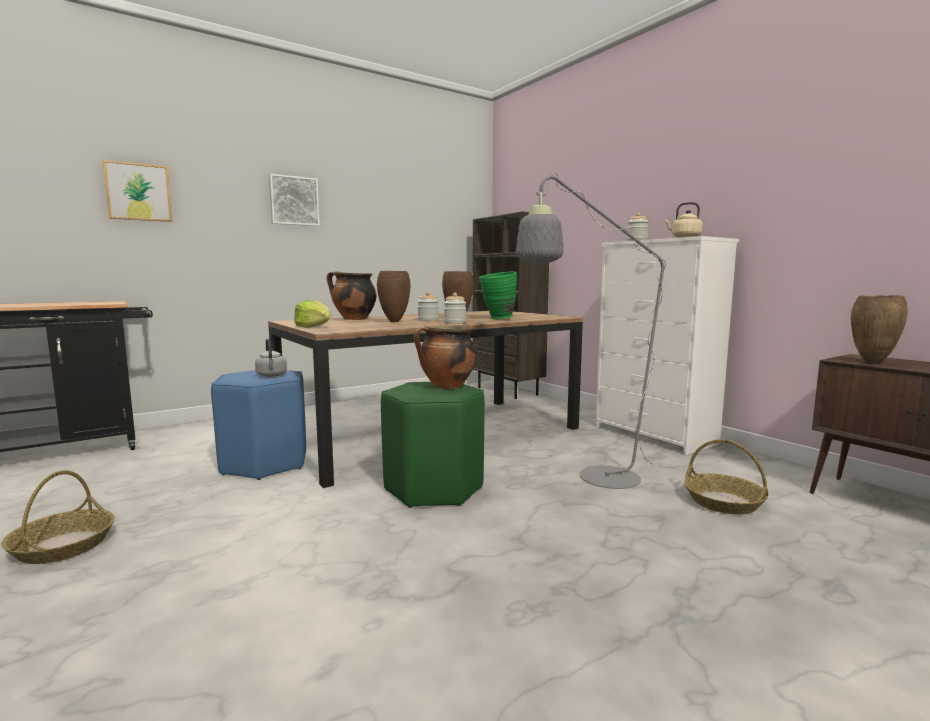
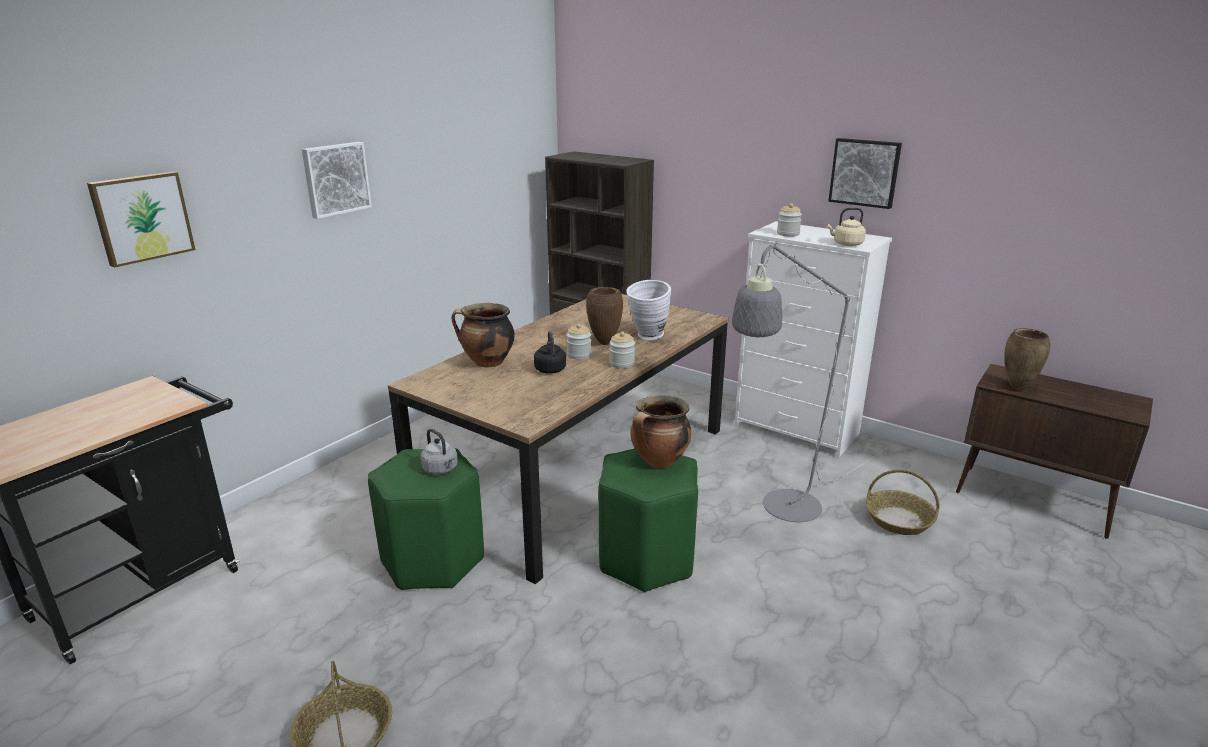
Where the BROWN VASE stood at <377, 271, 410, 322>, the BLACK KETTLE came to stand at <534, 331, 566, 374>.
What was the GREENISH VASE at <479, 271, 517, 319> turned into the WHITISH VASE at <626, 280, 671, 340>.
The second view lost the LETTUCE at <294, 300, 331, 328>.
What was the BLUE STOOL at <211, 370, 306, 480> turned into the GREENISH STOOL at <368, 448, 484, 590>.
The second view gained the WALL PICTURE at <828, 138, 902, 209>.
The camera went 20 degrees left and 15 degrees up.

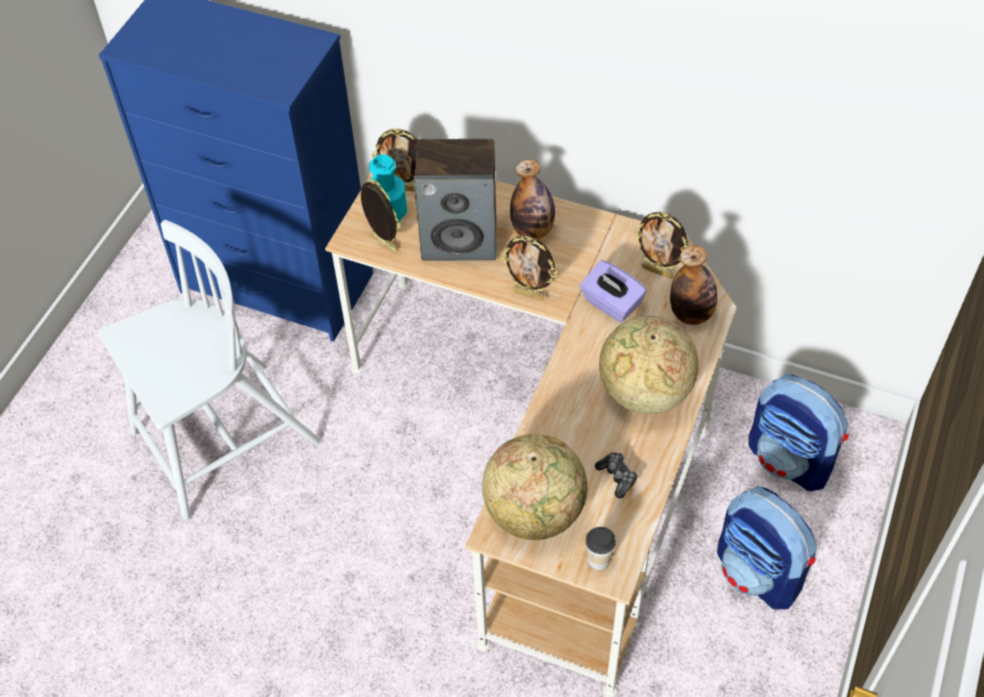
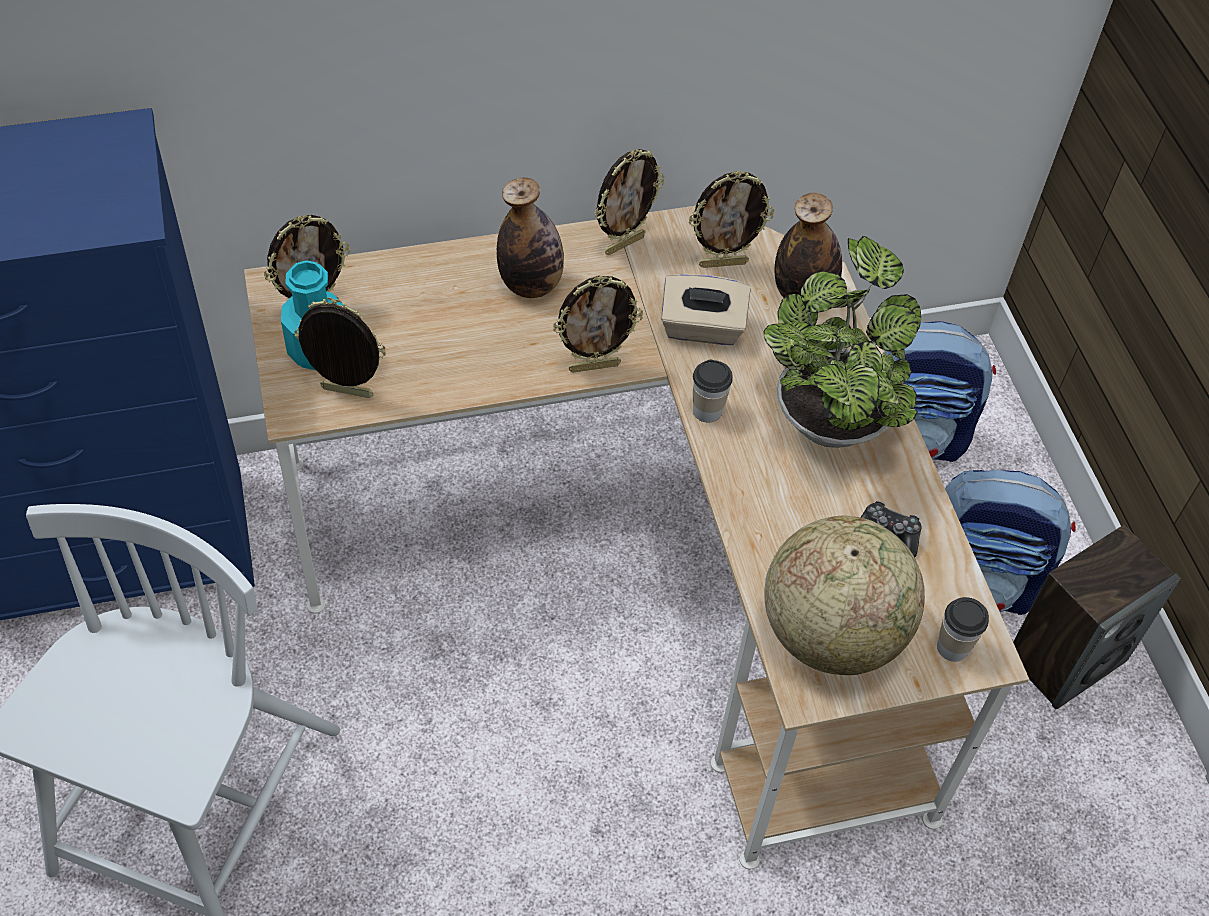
The AUDIO SPEAKER ended up elsewhere, having gone from <414, 139, 496, 261> to <1013, 525, 1181, 710>.
What was the PURPLE-COLOURED TISSUE HOLDER at <580, 260, 647, 322> turned into the BEIGE TISSUE HOLDER at <661, 274, 751, 345>.
Where the WORLD GLOBE stood at <599, 316, 699, 414>, the HOUSEPLANT came to stand at <764, 236, 921, 448>.
The second view gained the STANDING FRAME at <594, 149, 664, 255>.
The second view gained the DRINKING CUP at <693, 360, 733, 422>.
The camera went 40 degrees left and 0 degrees up.

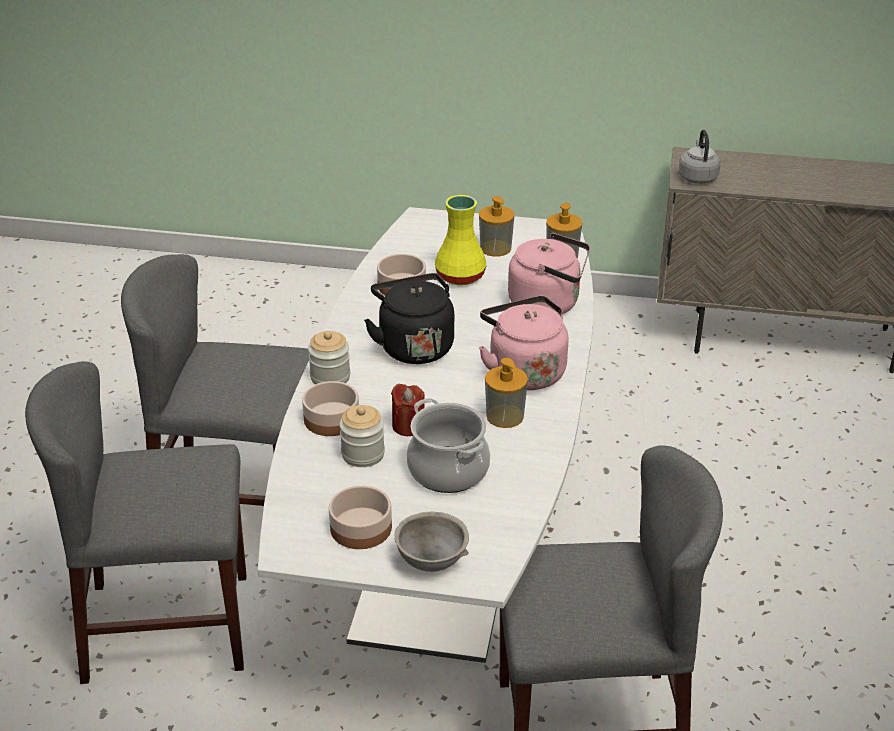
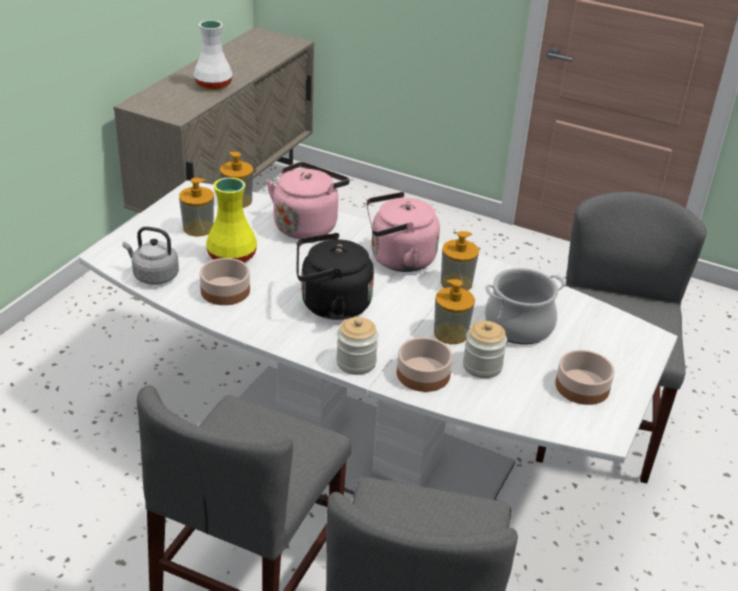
The GRAY KETTLE ended up elsewhere, having gone from <679, 130, 721, 184> to <123, 226, 179, 285>.
Where the RED-COLOURED WAX LIGHT stood at <391, 384, 425, 436>, the LIQUID SOAP BOTTLE came to stand at <434, 279, 475, 344>.
The second view lost the GRAY BOWL at <395, 512, 469, 572>.
The second view gained the WHITISH VASE at <193, 20, 233, 90>.
The camera went 75 degrees left and 0 degrees up.

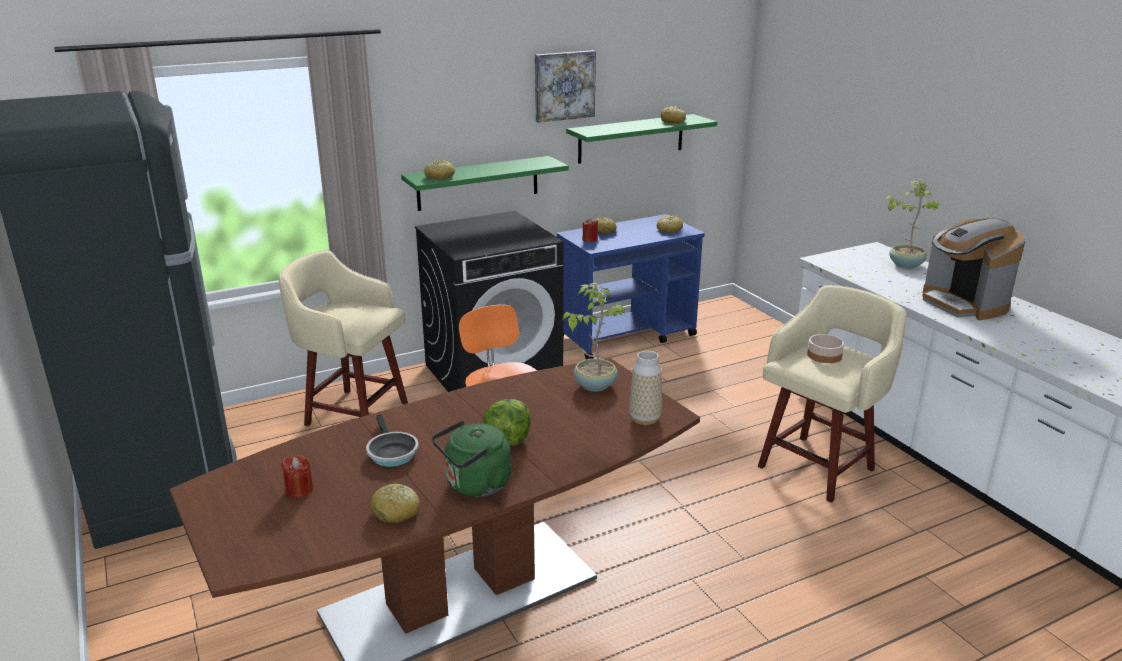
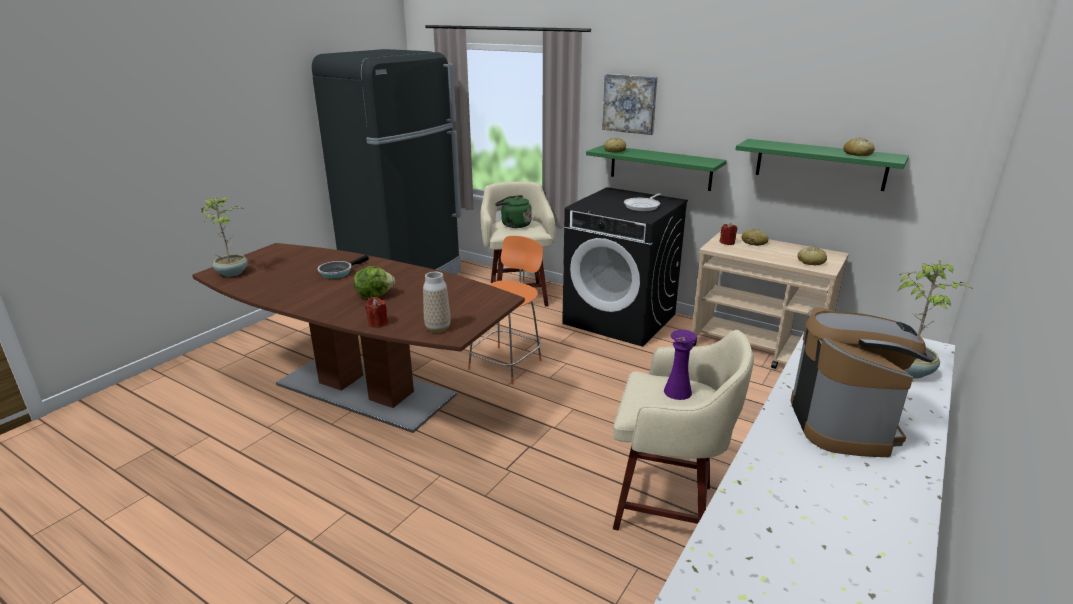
The WALL PICTURE ended up elsewhere, having gone from <535, 50, 596, 123> to <602, 74, 658, 135>.
What was the BLUE CART at <557, 214, 705, 359> turned into the BEIGE CART at <692, 231, 849, 369>.
The COFFEE BREWER at <922, 218, 1026, 320> ended up facing another way, 150 degrees clockwise from before.
The HOUSEPLANT ended up elsewhere, having gone from <563, 283, 625, 392> to <201, 196, 248, 277>.
Where the BOWL stood at <807, 334, 844, 363>, the PURPLE-COLOURED VASE came to stand at <664, 330, 697, 400>.
The GREENISH KETTLE ended up elsewhere, having gone from <432, 420, 511, 497> to <495, 195, 532, 228>.
The RED-COLOURED WAX LIGHT ended up elsewhere, having gone from <281, 455, 313, 498> to <365, 297, 388, 328>.
The second view lost the BAKED BREAD at <369, 484, 420, 523>.
The second view gained the FRYING PAN at <624, 193, 661, 211>.
The camera went 60 degrees right and 0 degrees up.

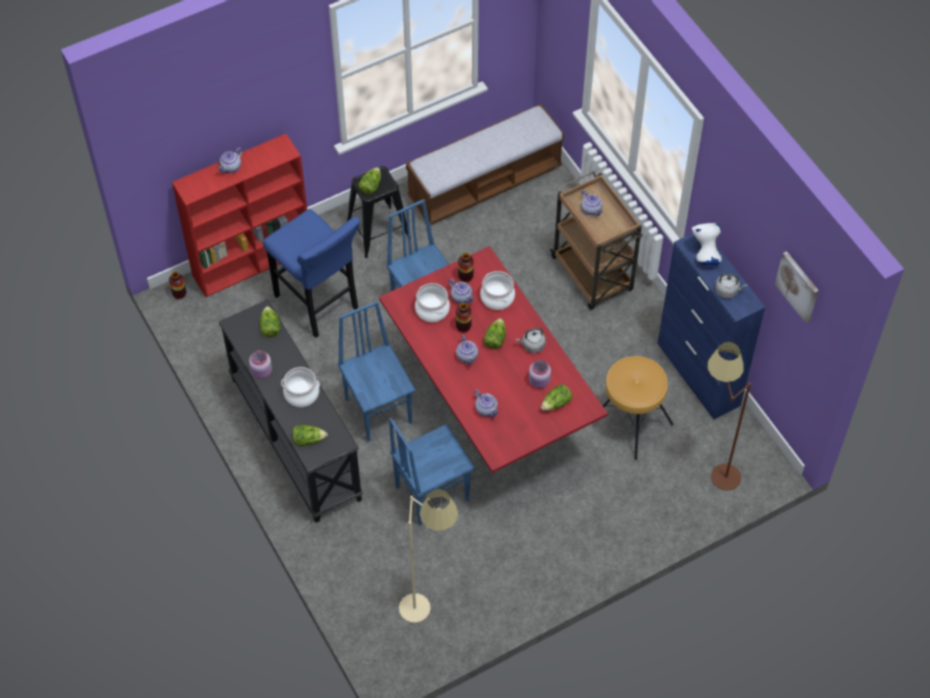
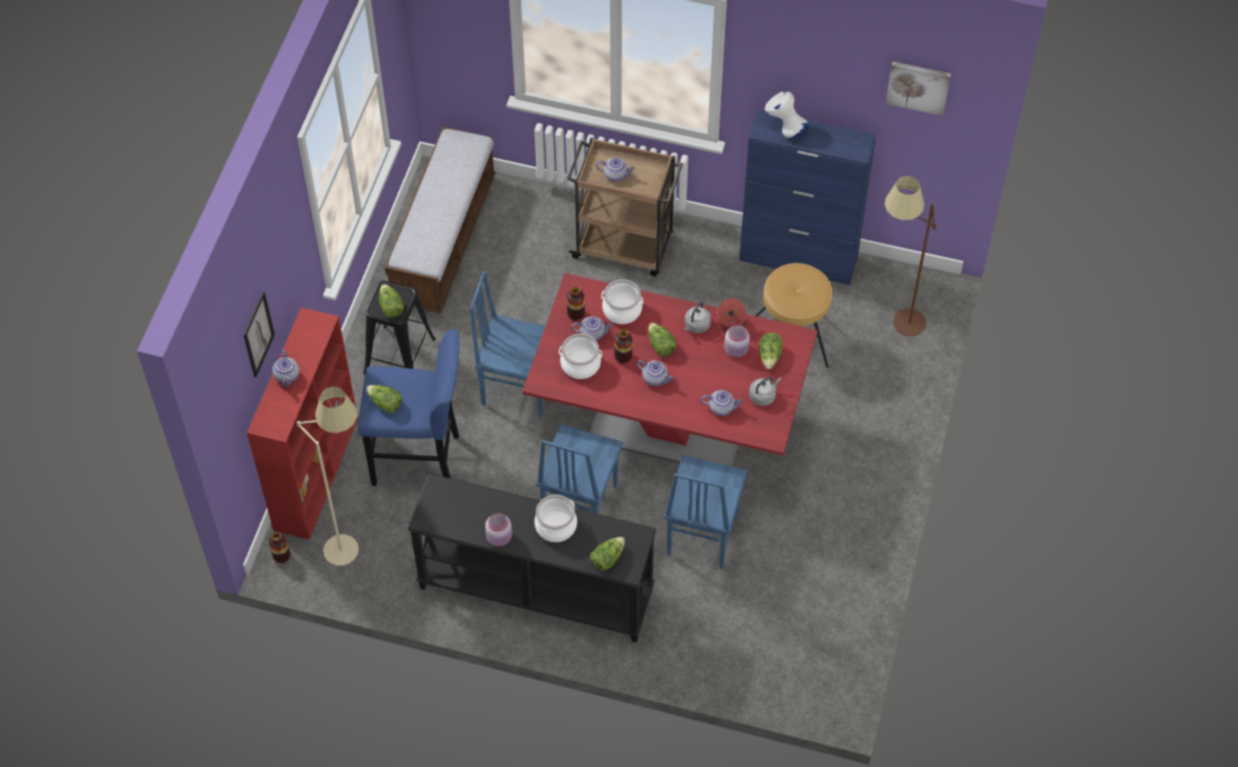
The GRAY KETTLE ended up elsewhere, having gone from <715, 274, 747, 298> to <749, 376, 782, 406>.
The BLUE UPRIGHT CHAIR at <337, 301, 416, 442> ended up facing another way, 90 degrees counterclockwise from before.
The LETTUCE ended up elsewhere, having gone from <260, 306, 281, 338> to <366, 385, 402, 413>.
The BEIGE STANDING LAMP ended up elsewhere, having gone from <399, 489, 458, 623> to <297, 387, 359, 566>.
The second view gained the WALL PICTURE at <243, 292, 275, 377>.
The second view gained the COOKING POT at <716, 298, 748, 333>.
The camera went 45 degrees left and 0 degrees up.

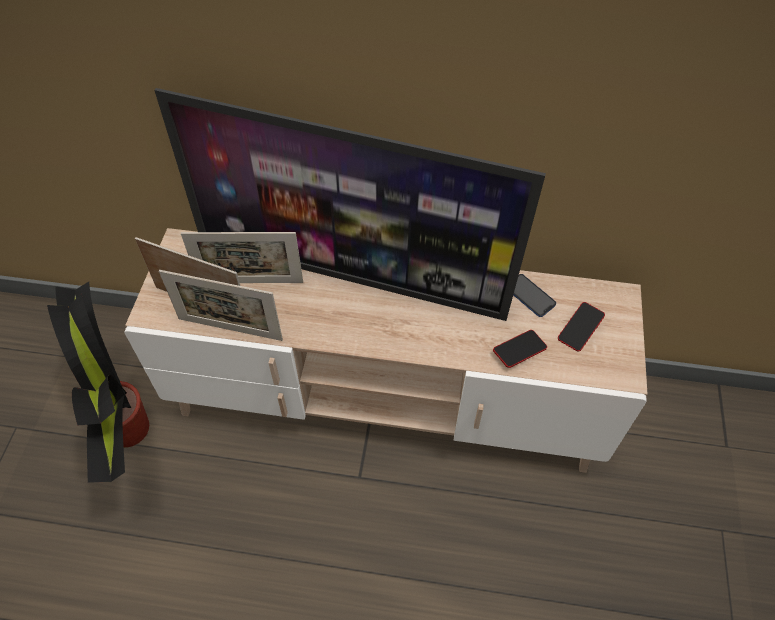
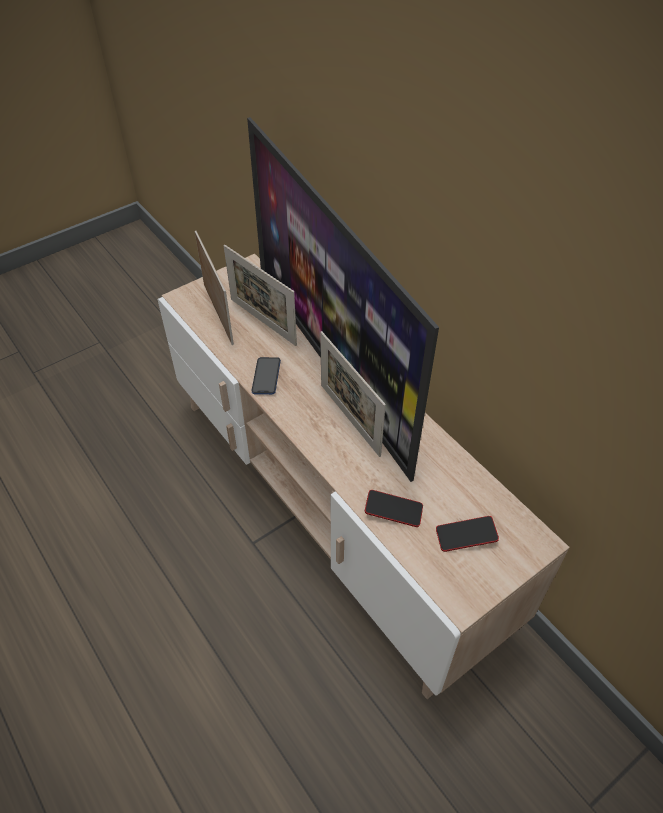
The STANDING FRAME ended up elsewhere, having gone from <159, 270, 283, 341> to <320, 331, 386, 457>.
The TELEPHONE ended up elsewhere, having gone from <513, 274, 556, 317> to <251, 357, 281, 395>.
The second view lost the HOUSEPLANT at <47, 282, 149, 483>.
The camera went 45 degrees right and 5 degrees down.

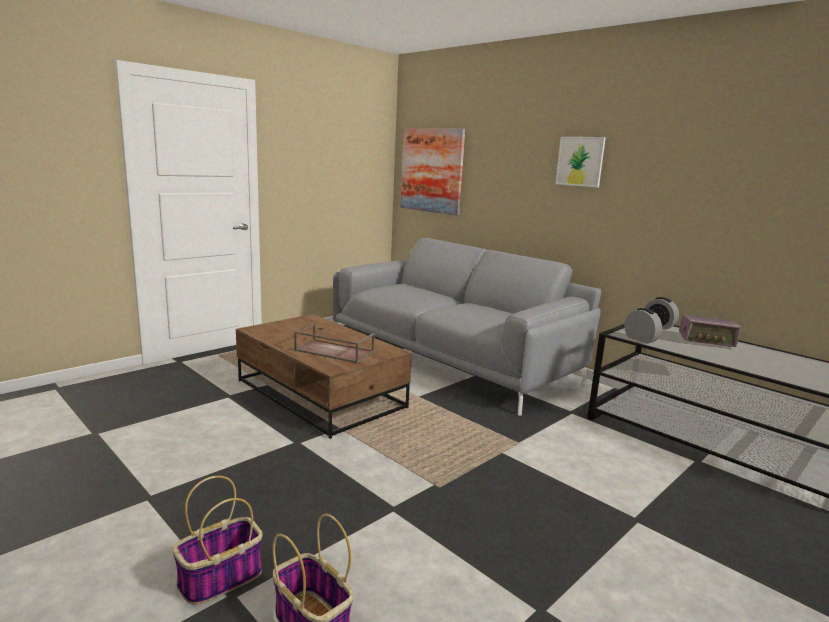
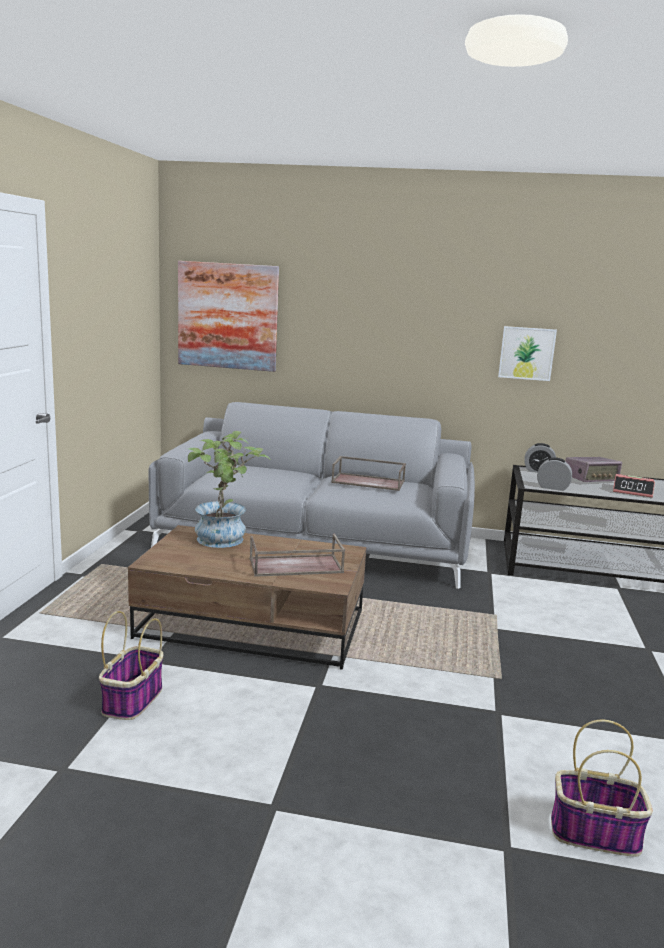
The WALL PICTURE ended up elsewhere, having gone from <555, 137, 606, 187> to <498, 326, 557, 381>.
The BASKET ended up elsewhere, having gone from <172, 476, 263, 605> to <99, 611, 164, 720>.
The second view gained the HOUSEPLANT at <188, 431, 271, 548>.
The second view gained the BROWN SERVING TRAY at <331, 456, 406, 491>.
The second view gained the BEDSIDE CLOCK at <613, 474, 655, 498>.
The camera went 35 degrees left and 0 degrees up.

